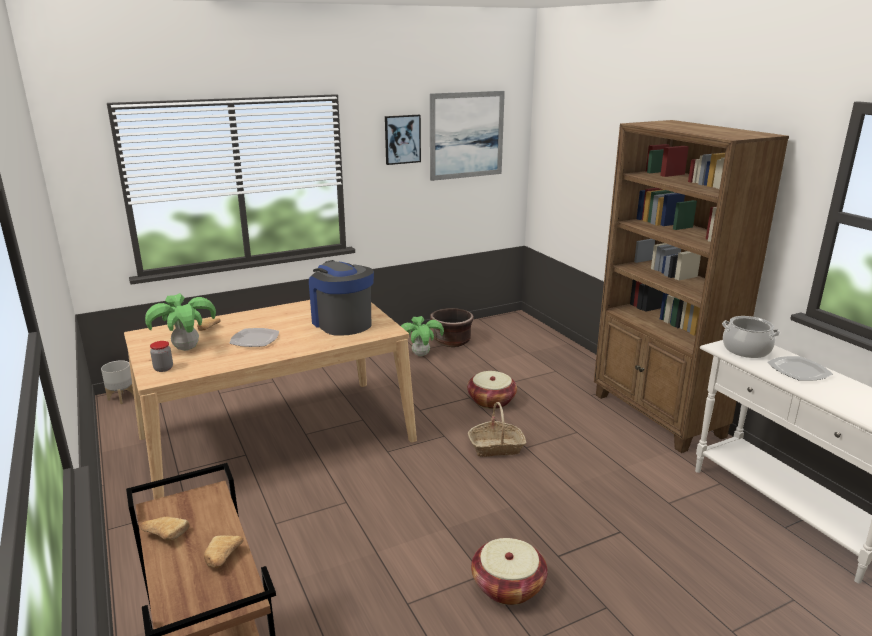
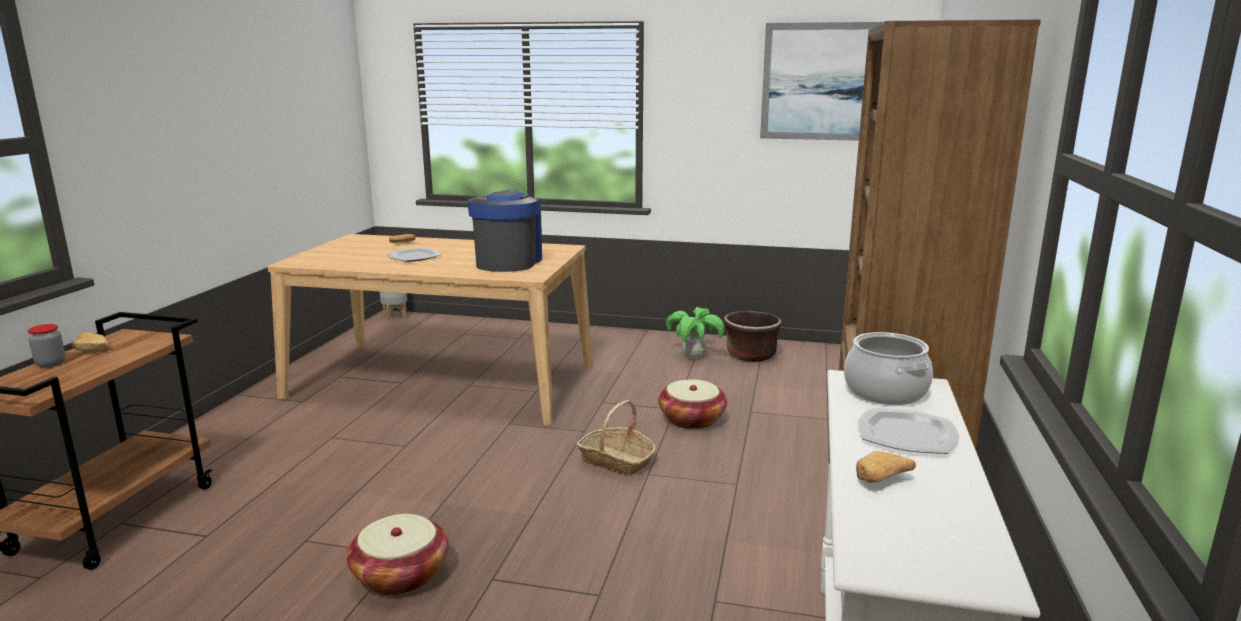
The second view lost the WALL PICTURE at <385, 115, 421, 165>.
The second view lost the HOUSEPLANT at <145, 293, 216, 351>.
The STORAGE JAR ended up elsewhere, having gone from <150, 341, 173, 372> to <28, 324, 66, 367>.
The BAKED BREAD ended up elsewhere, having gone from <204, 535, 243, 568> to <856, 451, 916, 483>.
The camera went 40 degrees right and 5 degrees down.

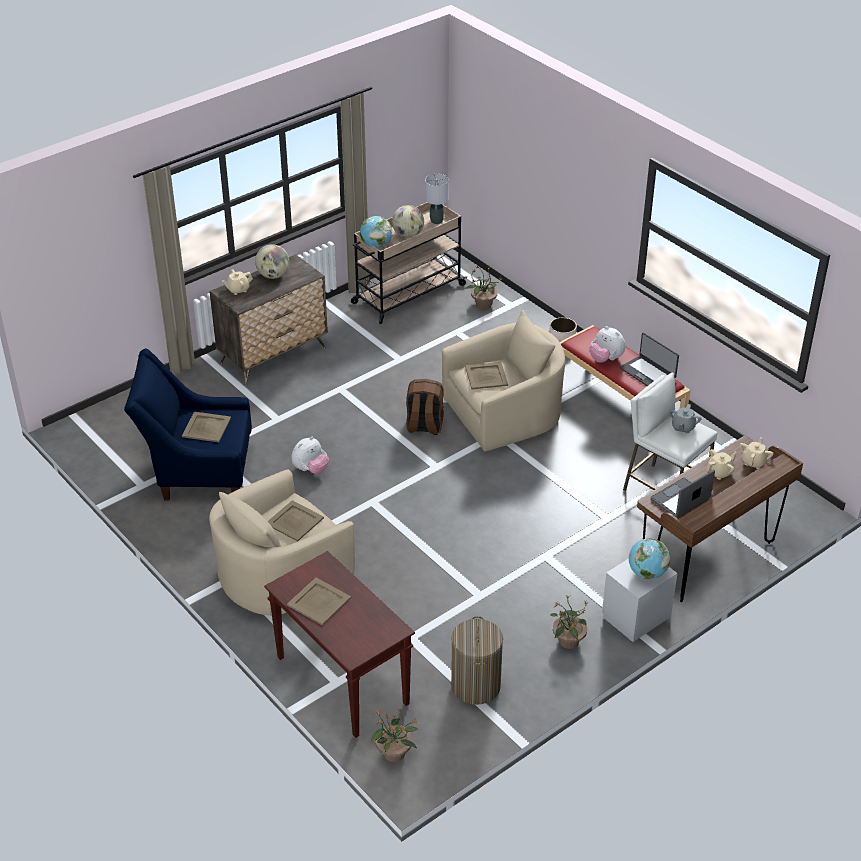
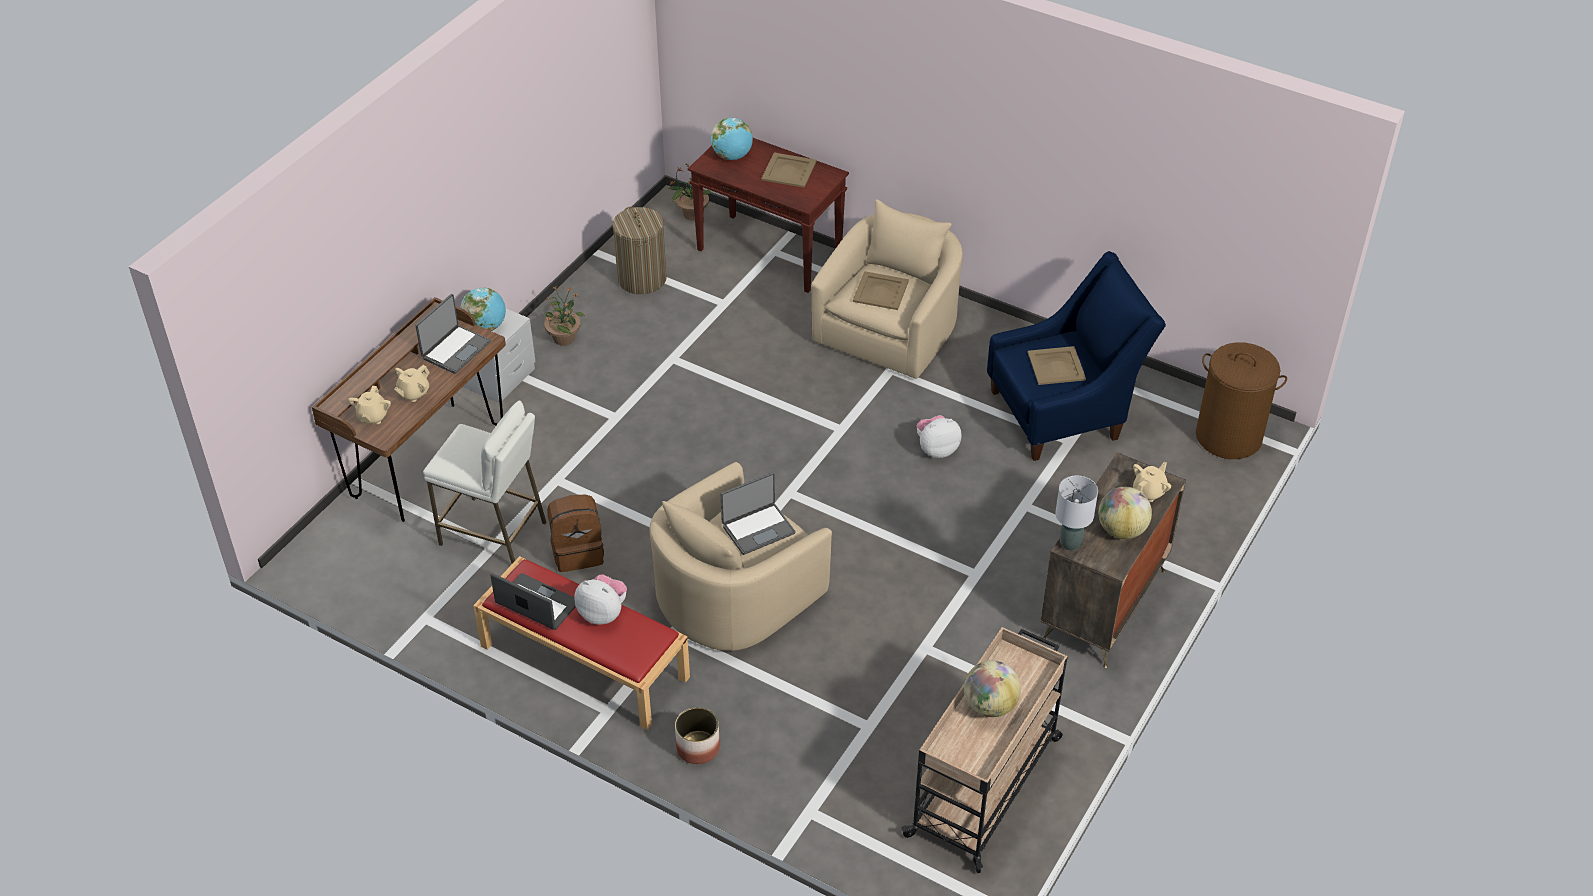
The GRAY TABLE LAMP ended up elsewhere, having gone from <425, 174, 449, 224> to <1055, 476, 1098, 551>.
The WORLD GLOBE ended up elsewhere, having gone from <360, 216, 392, 248> to <711, 118, 753, 160>.
The second view lost the HOUSEPLANT at <464, 265, 503, 309>.
Where the BEIGE SERVING TRAY stood at <465, 362, 508, 389>, the NOTEBOOK COMPUTER came to stand at <721, 472, 796, 555>.
The BROWN BACKPACK ended up elsewhere, having gone from <406, 379, 444, 435> to <547, 494, 604, 572>.
The second view lost the GRAY POT FOR TEA at <669, 404, 702, 434>.
The CUDDLY TOY at <291, 436, 329, 474> ended up facing another way, 45 degrees clockwise from before.
The second view gained the BROWN WASHING BASKET at <1196, 342, 1287, 459>.
The camera went 160 degrees right and 5 degrees up.

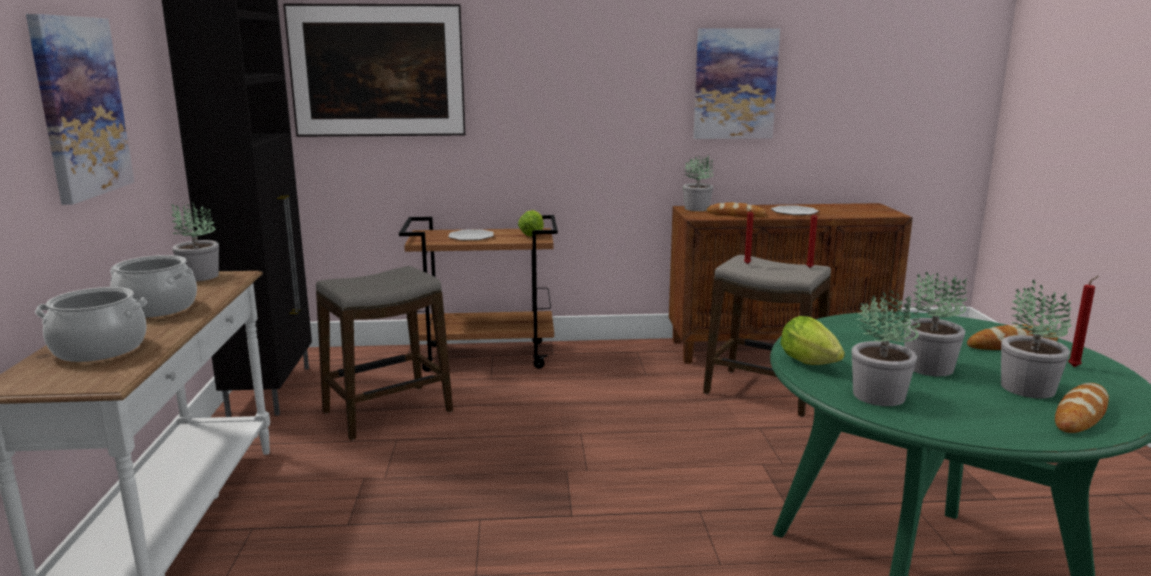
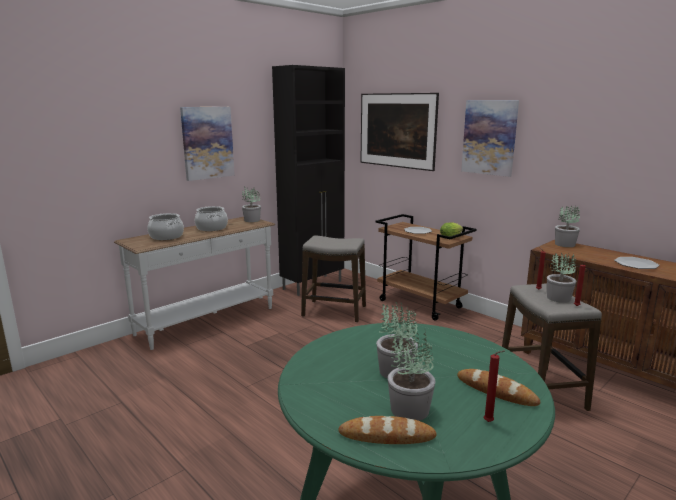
The WALL PICTURE ended up elsewhere, having gone from <693, 28, 780, 139> to <461, 100, 519, 177>.
The second view lost the BAKED BREAD at <707, 202, 767, 217>.
The HOUSEPLANT ended up elsewhere, having gone from <851, 290, 920, 406> to <547, 253, 576, 303>.
The second view lost the LETTUCE at <780, 316, 845, 365>.
The camera went 50 degrees right and 0 degrees up.

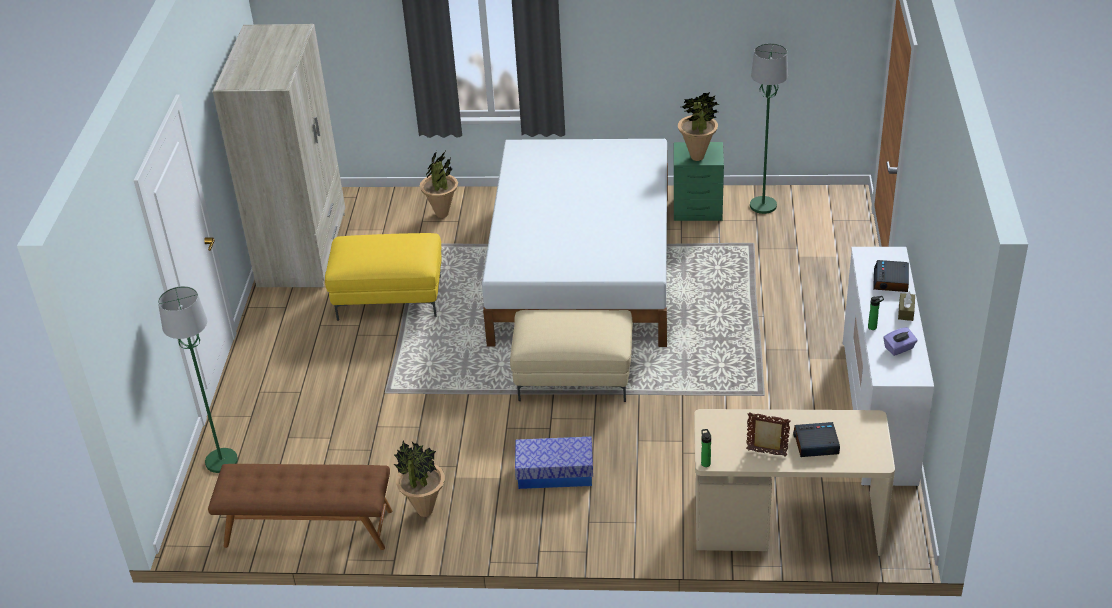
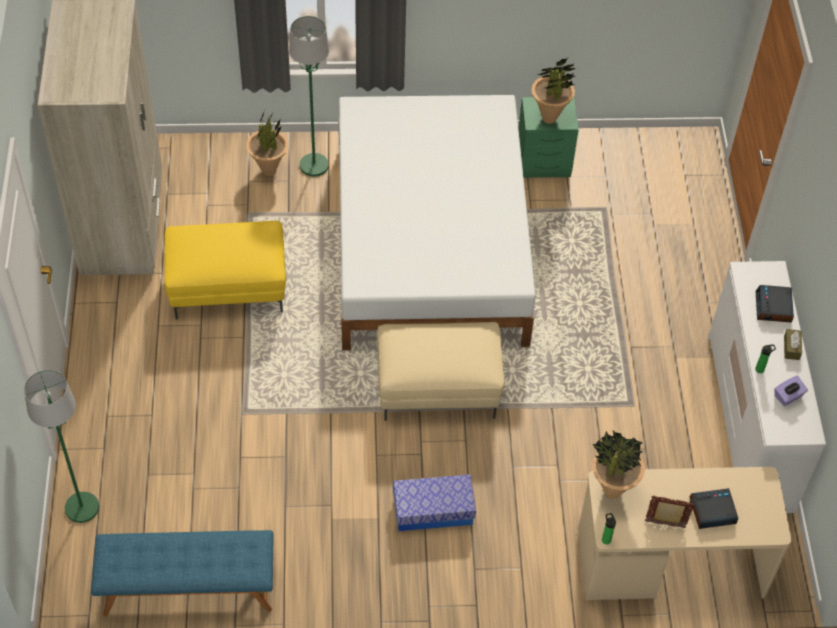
The GREENISH STANDING LAMP ended up elsewhere, having gone from <750, 43, 788, 214> to <289, 16, 329, 177>.
The HOUSEPLANT ended up elsewhere, having gone from <394, 440, 445, 517> to <592, 431, 645, 499>.
What was the BROWN BENCH at <208, 464, 392, 550> turned into the BLUE BENCH at <91, 530, 274, 616>.
The camera went 10 degrees left and 15 degrees up.

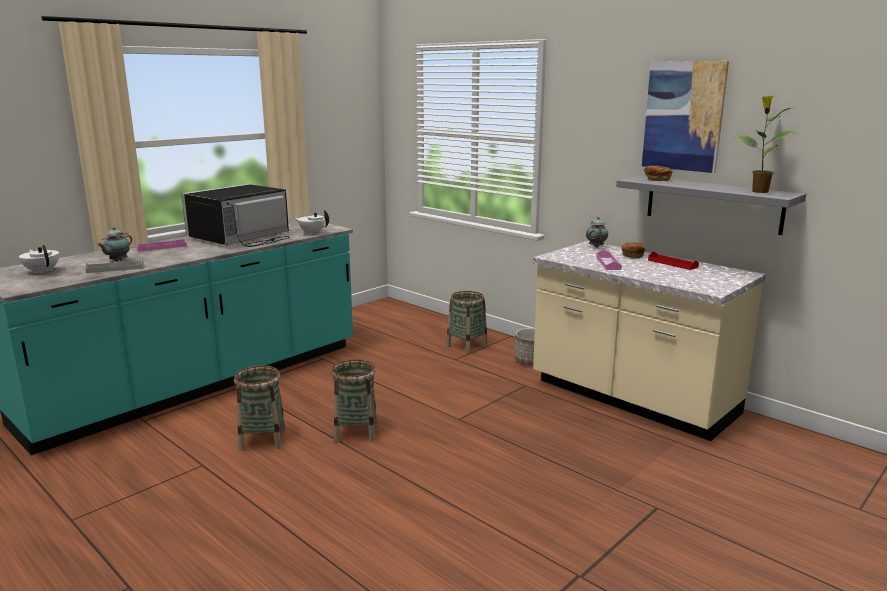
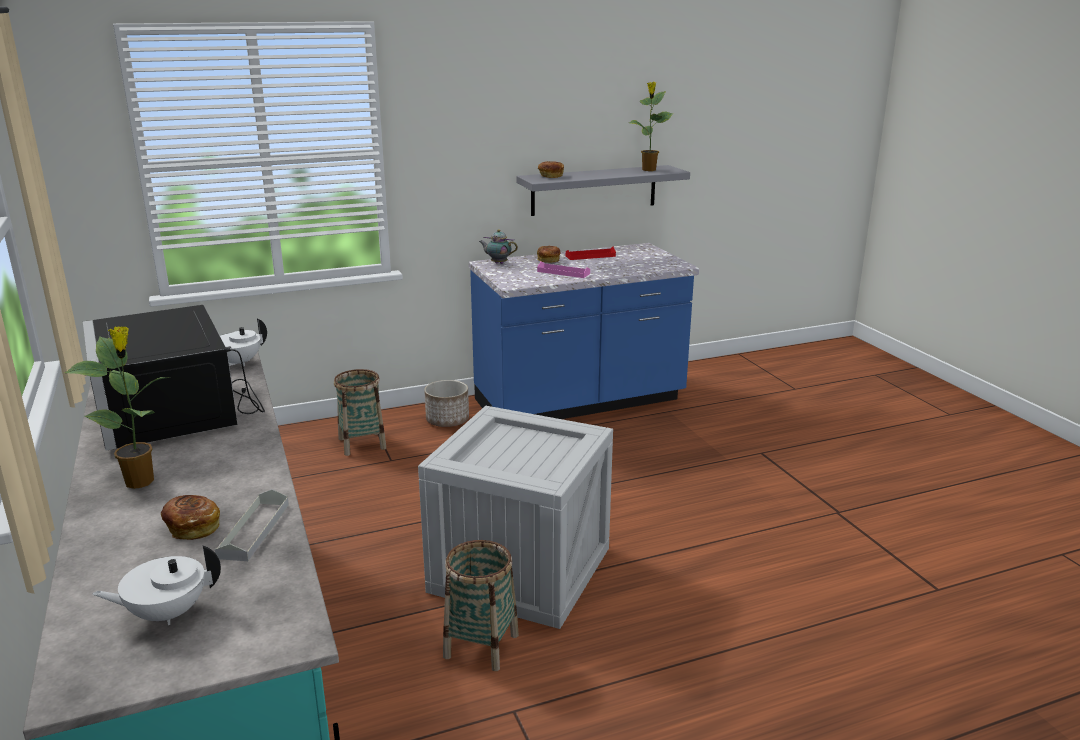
The second view lost the WALL PICTURE at <642, 61, 729, 173>.
Where the POT FOR TEA stood at <97, 227, 132, 262>, the BAKED BREAD came to stand at <161, 495, 220, 540>.
Where the PINK-COLOURED SERVING TRAY stood at <136, 237, 187, 252>, the HOUSEPLANT came to stand at <65, 326, 170, 489>.
What was the BEIGE KITCHEN COUNTER at <533, 241, 766, 441> turned into the BLUE KITCHEN COUNTER at <469, 243, 699, 419>.
Where the BASKET stood at <331, 359, 377, 442>, the CRATE came to stand at <418, 406, 613, 629>.
The camera went 65 degrees left and 5 degrees up.

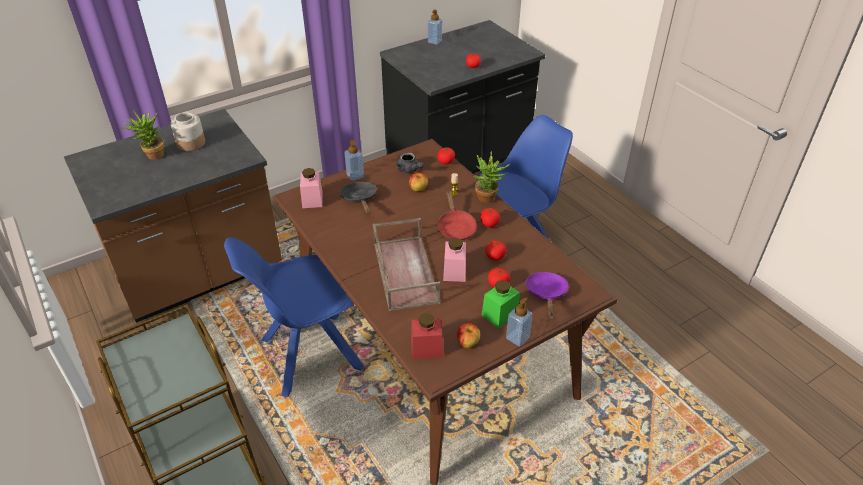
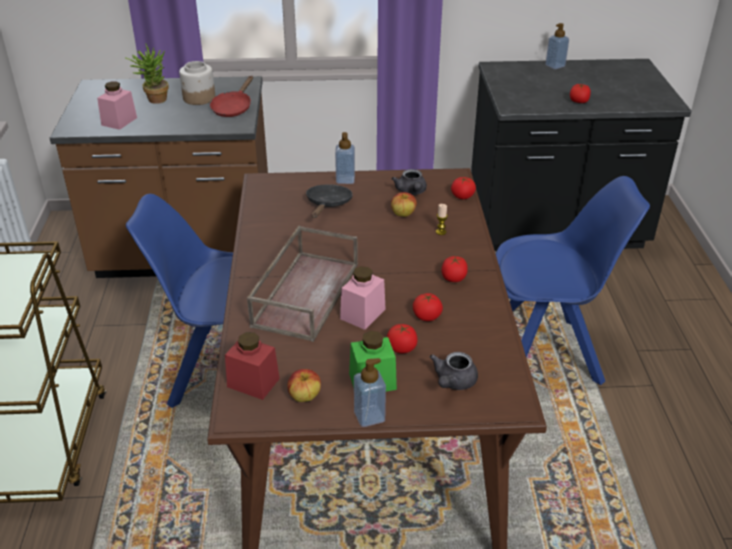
The second view lost the HOUSEPLANT at <474, 151, 510, 203>.
The PINK-COLOURED STORAGE JAR ended up elsewhere, having gone from <300, 168, 323, 208> to <97, 82, 137, 130>.
The RED-COLOURED FRYING PAN ended up elsewhere, having gone from <438, 190, 477, 240> to <210, 76, 253, 117>.
Where the PURPLE-COLOURED FRYING PAN stood at <525, 272, 569, 319>, the GRAY POT FOR TEA came to stand at <430, 352, 478, 390>.
The camera went 30 degrees right and 5 degrees down.

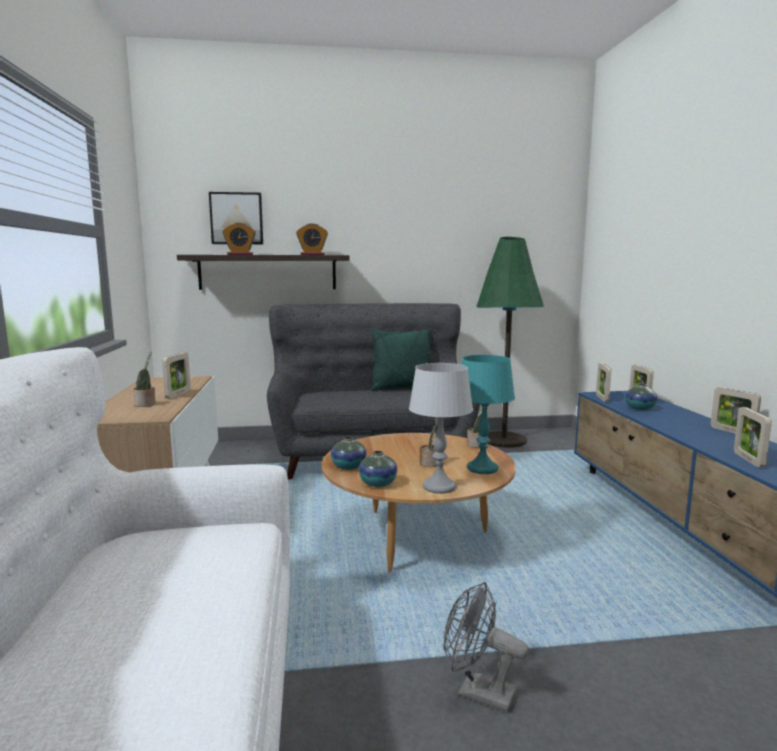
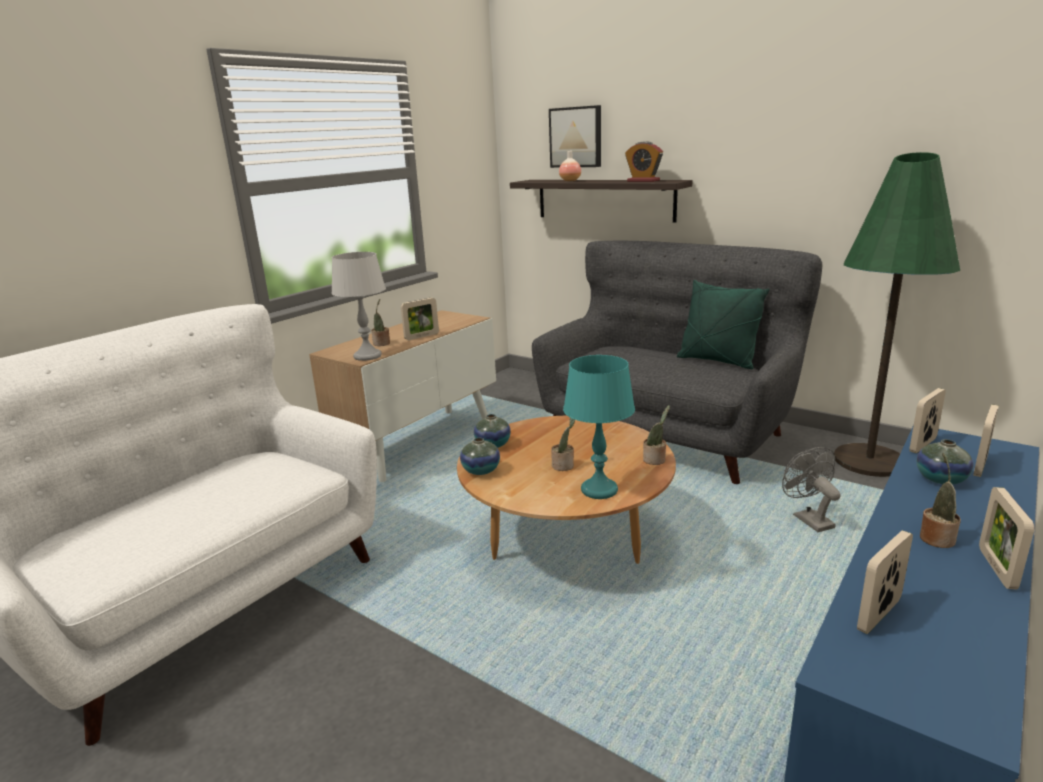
Where the BEDSIDE CLOCK stood at <222, 223, 256, 255>, the VASE came to stand at <559, 151, 581, 181>.
The GRAY TABLE LAMP ended up elsewhere, having gone from <409, 363, 473, 494> to <332, 252, 386, 361>.
The GRAY COOLING FAN ended up elsewhere, having gone from <443, 582, 529, 712> to <782, 447, 841, 532>.
The second view gained the HOUSEPLANT at <920, 453, 961, 548>.
The camera went 45 degrees right and 10 degrees up.

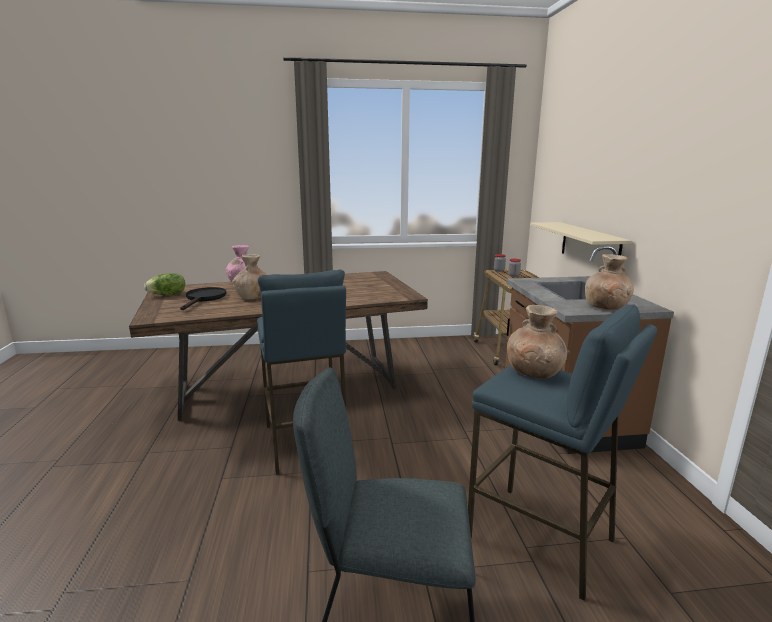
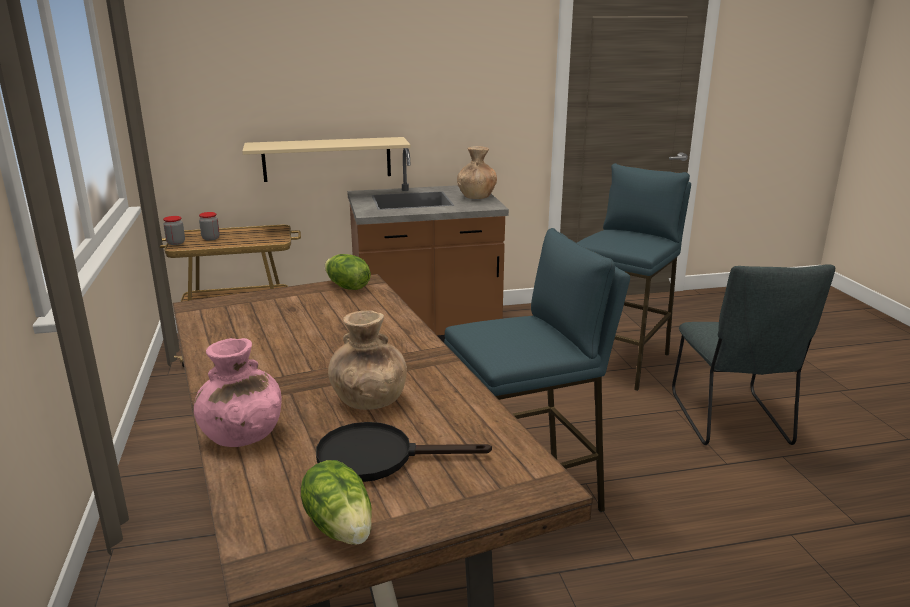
The second view lost the BROWN VASE at <507, 305, 567, 378>.
The second view gained the LETTUCE at <325, 254, 371, 290>.
The camera went 95 degrees left and 5 degrees up.

